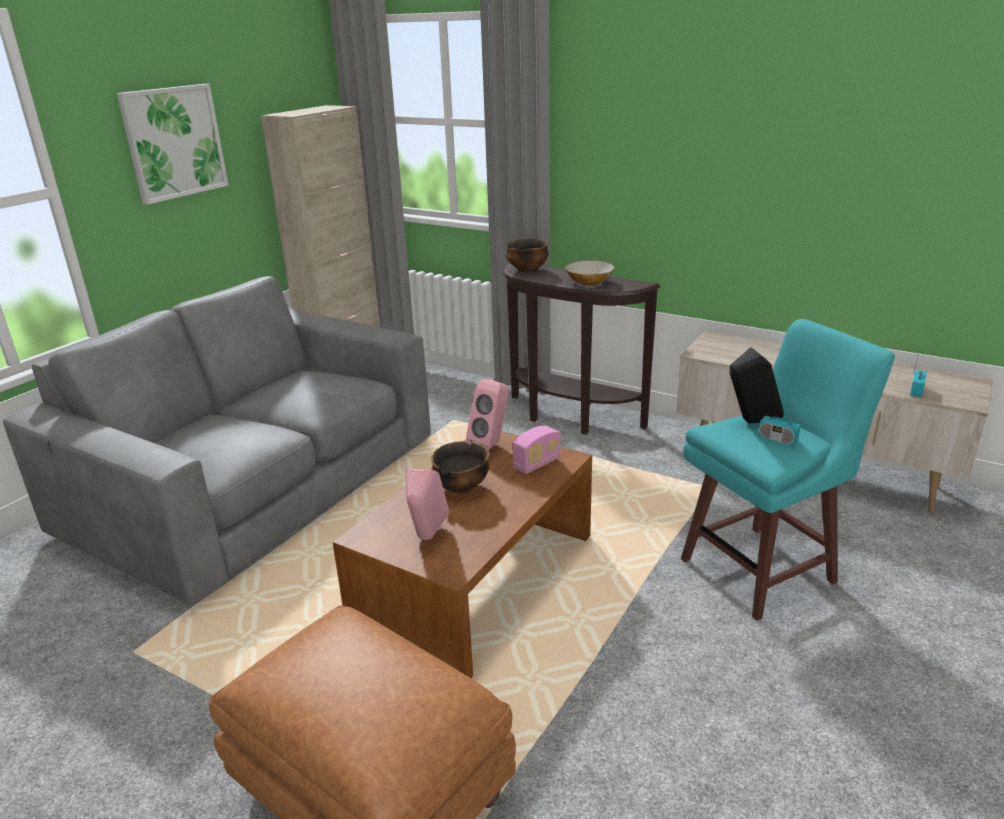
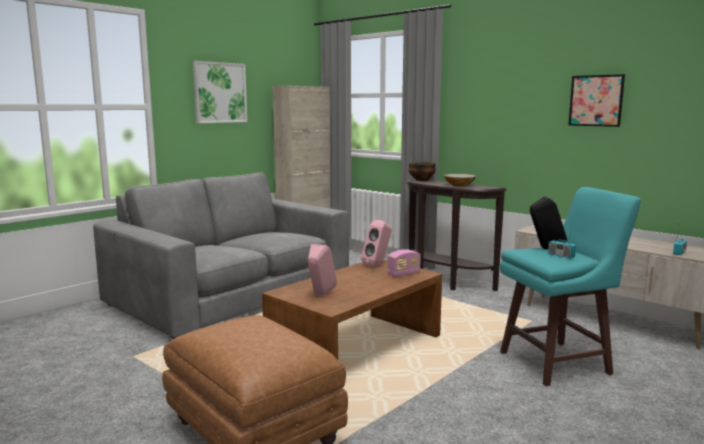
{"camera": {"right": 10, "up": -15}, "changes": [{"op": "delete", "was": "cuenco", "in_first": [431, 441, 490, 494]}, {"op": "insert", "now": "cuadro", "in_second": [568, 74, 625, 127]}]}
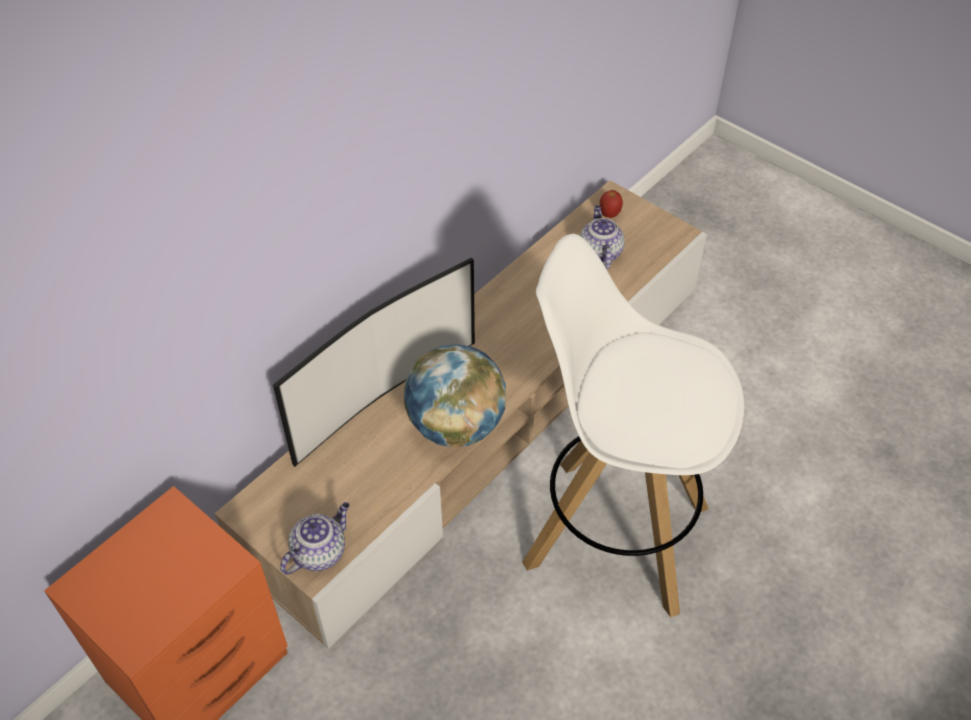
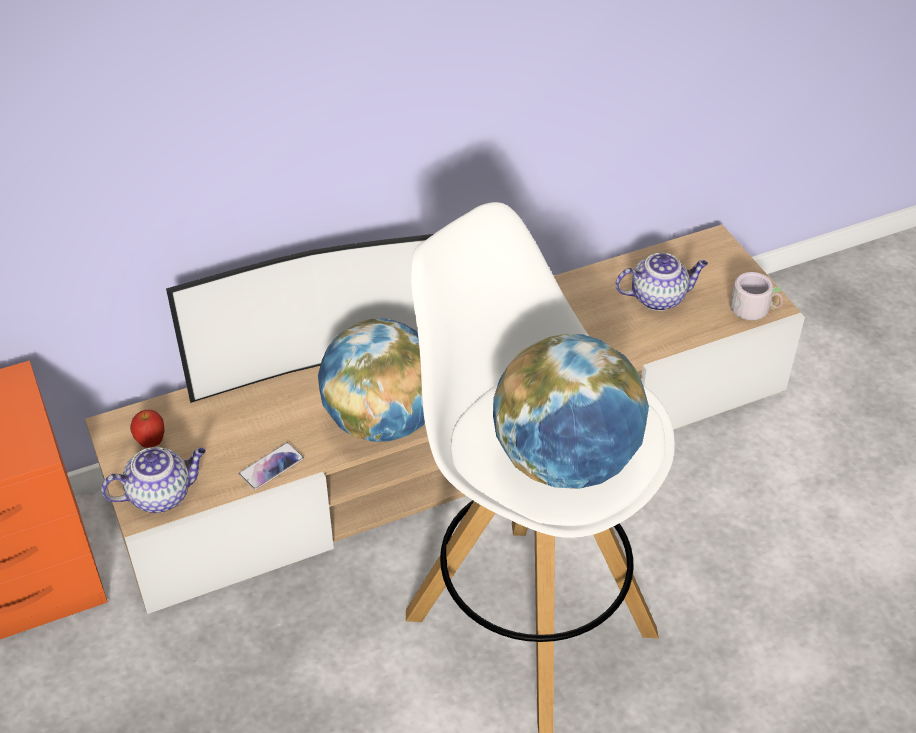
{"camera": {"right": 25, "up": -5}, "changes": [{"op": "insert", "now": "móvil", "in_second": [239, 442, 304, 490]}, {"op": "insert", "now": "globo terráqueo", "in_second": [493, 334, 649, 489]}, {"op": "insert", "now": "taza grande [gris]", "in_second": [730, 272, 783, 321]}, {"op": "move", "was": "manzana", "in_first": [600, 190, 623, 218], "in_second": [130, 410, 165, 448]}, {"op": "rotate", "was": "tetera", "in_first": [580, 205, 625, 269], "in_second": [615, 253, 708, 311], "clockwise": 60}]}
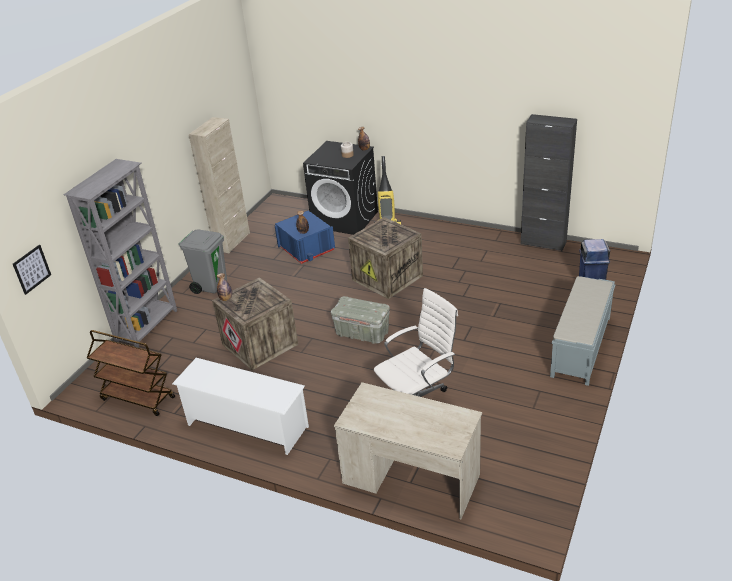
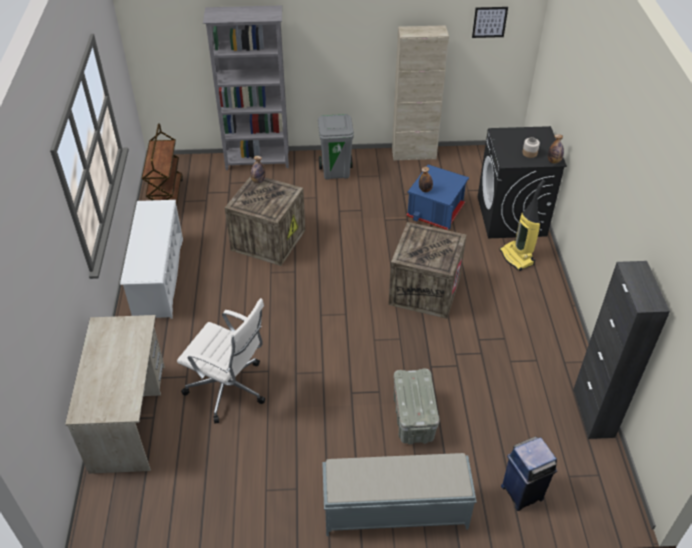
{"camera": {"right": 60, "up": 10}, "changes": [{"op": "move", "was": "cuadro", "in_first": [13, 245, 51, 295], "in_second": [472, 7, 508, 38]}, {"op": "move", "was": "caja de almacenaje [gris]", "in_first": [331, 296, 390, 344], "in_second": [394, 369, 440, 445]}]}
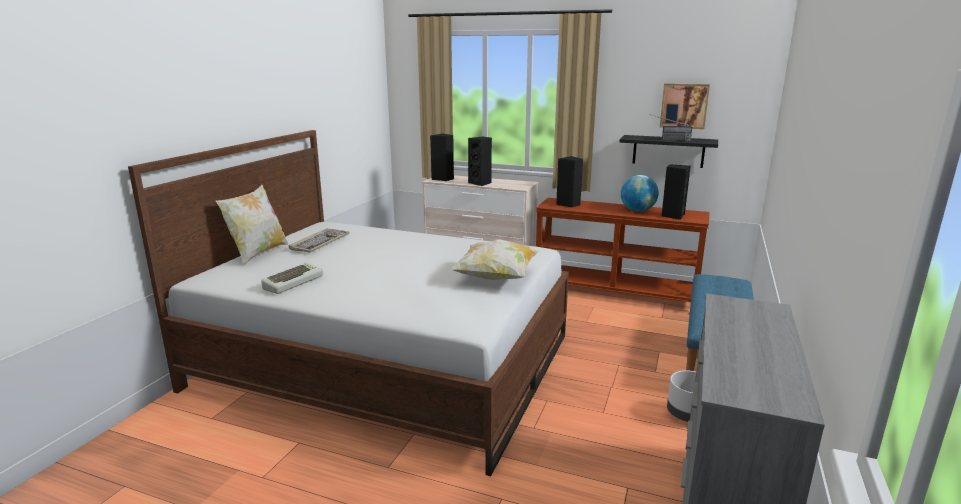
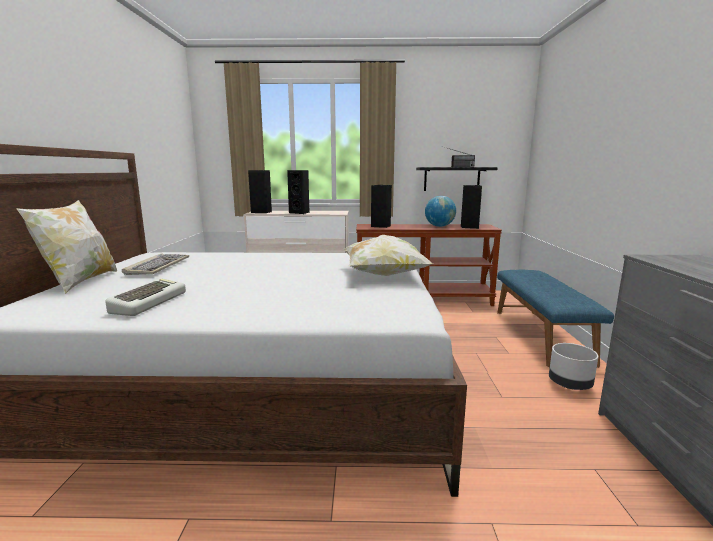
{"camera": {"right": -20, "up": -5}, "changes": [{"op": "delete", "was": "cuadro", "in_first": [660, 83, 710, 129]}]}
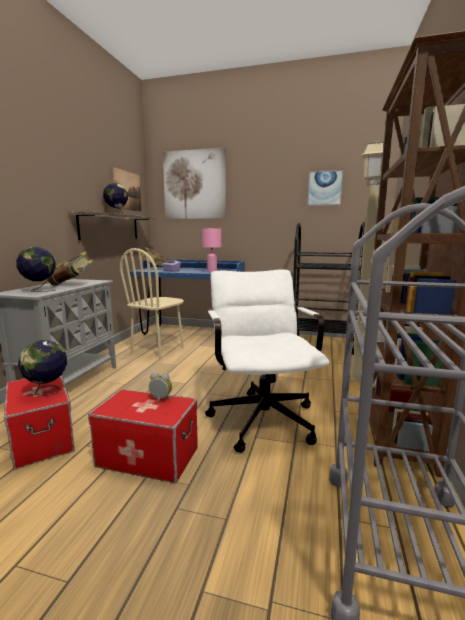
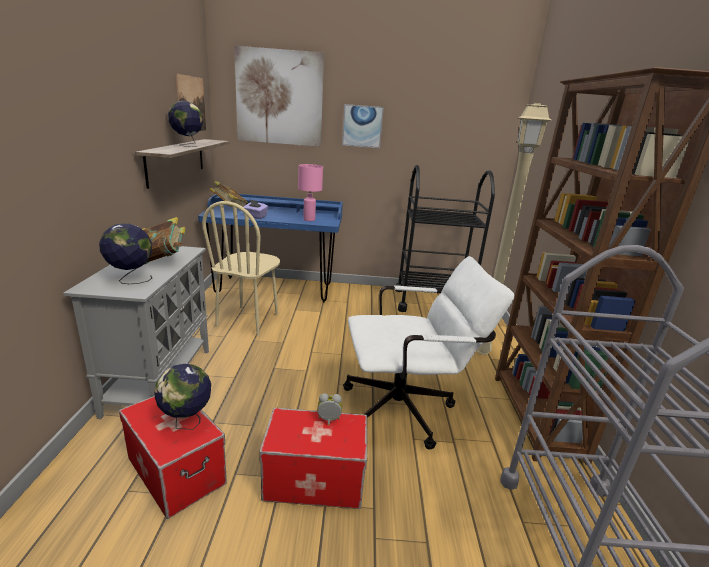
{"camera": {"right": -15, "up": 10}, "changes": [{"op": "move", "was": "cuadro", "in_first": [307, 170, 343, 206], "in_second": [342, 104, 384, 148]}, {"op": "rotate", "was": "silla de oficina [blanco]", "in_first": [205, 269, 330, 453], "in_second": [343, 256, 515, 449], "clockwise": 105}]}
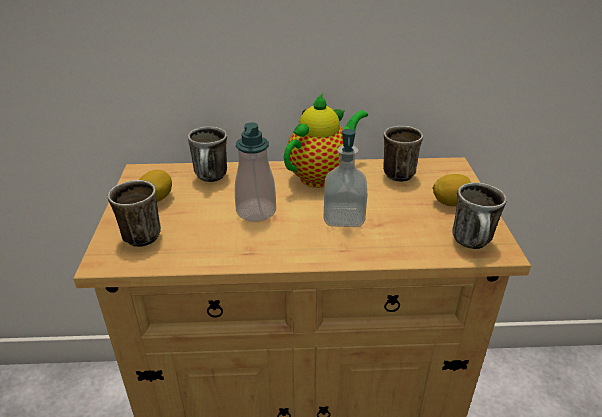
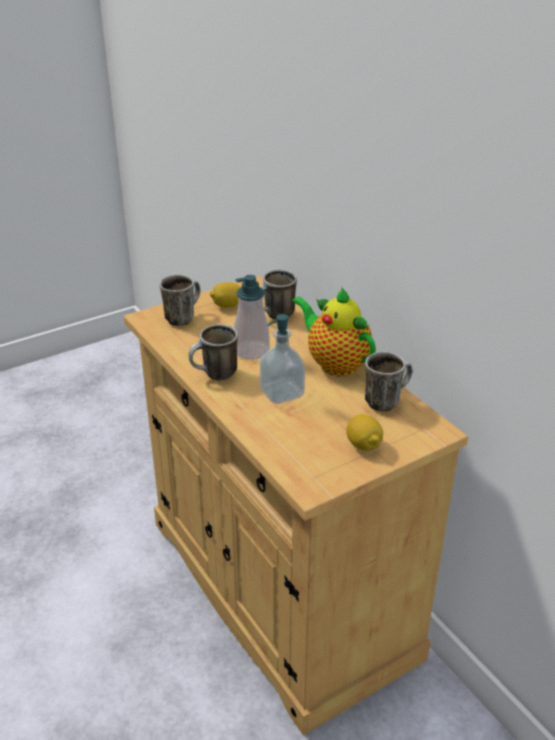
{"camera": {"right": 60, "up": 0}, "changes": [{"op": "move", "was": "taza grande", "in_first": [452, 182, 507, 249], "in_second": [189, 324, 238, 381]}, {"op": "rotate", "was": "tetera", "in_first": [284, 93, 368, 188], "in_second": [292, 286, 376, 377], "clockwise": -150}]}
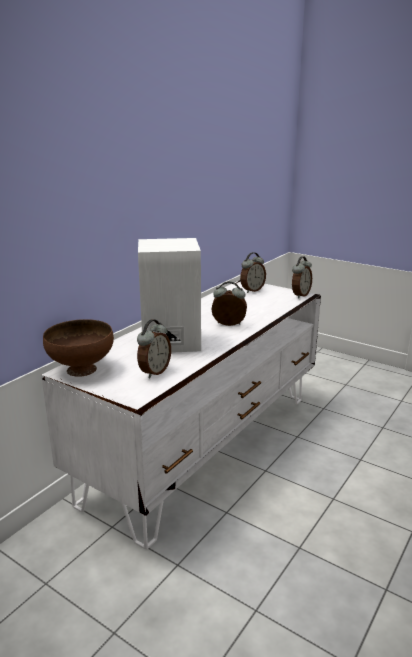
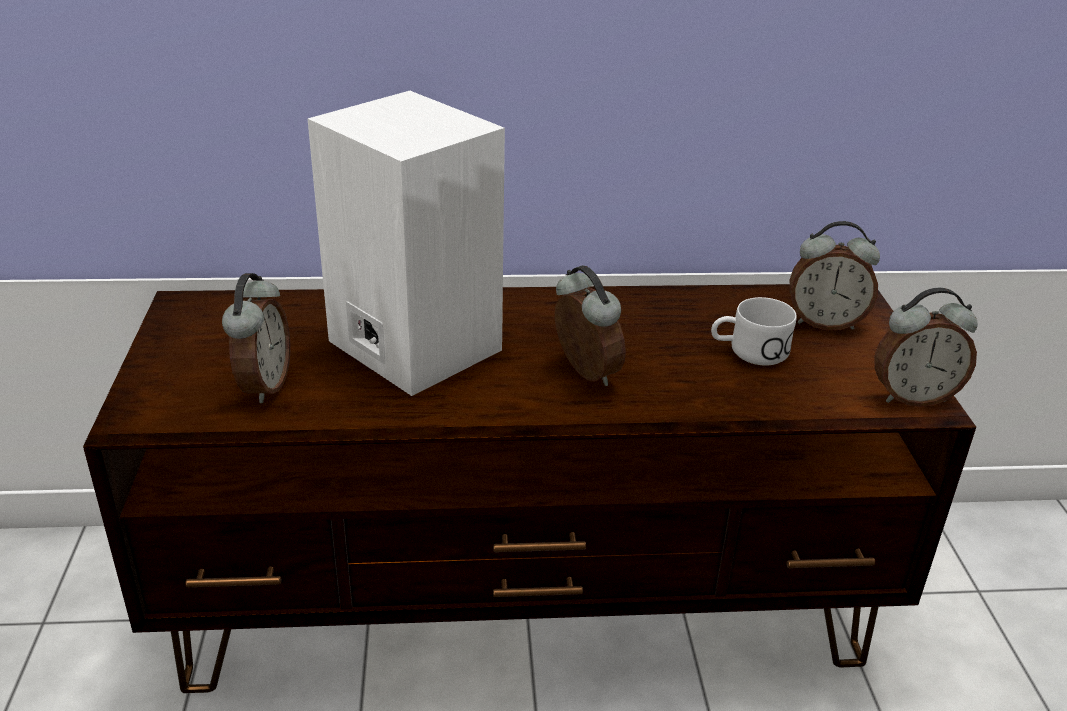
{"camera": {"right": 50, "up": 10}, "changes": [{"op": "delete", "was": "cuenco [marrón]", "in_first": [43, 319, 114, 377]}, {"op": "insert", "now": "taza grande [blanco]", "in_second": [711, 297, 797, 366]}, {"op": "recolor", "was": "mueble de televisión [blanco]", "now": "mueble de televisión [marrón]", "in_first": [41, 280, 321, 549], "in_second": [83, 284, 976, 693]}, {"op": "rotate", "was": "despertador", "in_first": [137, 319, 171, 378], "in_second": [222, 273, 291, 403], "clockwise": -75}]}
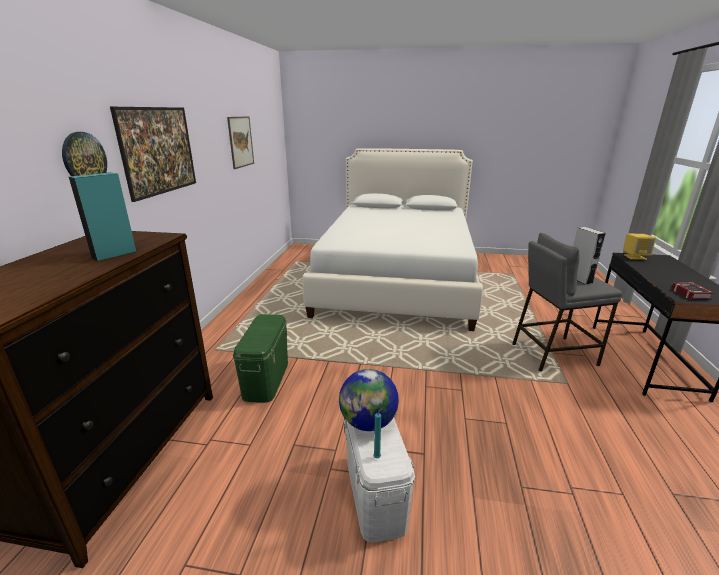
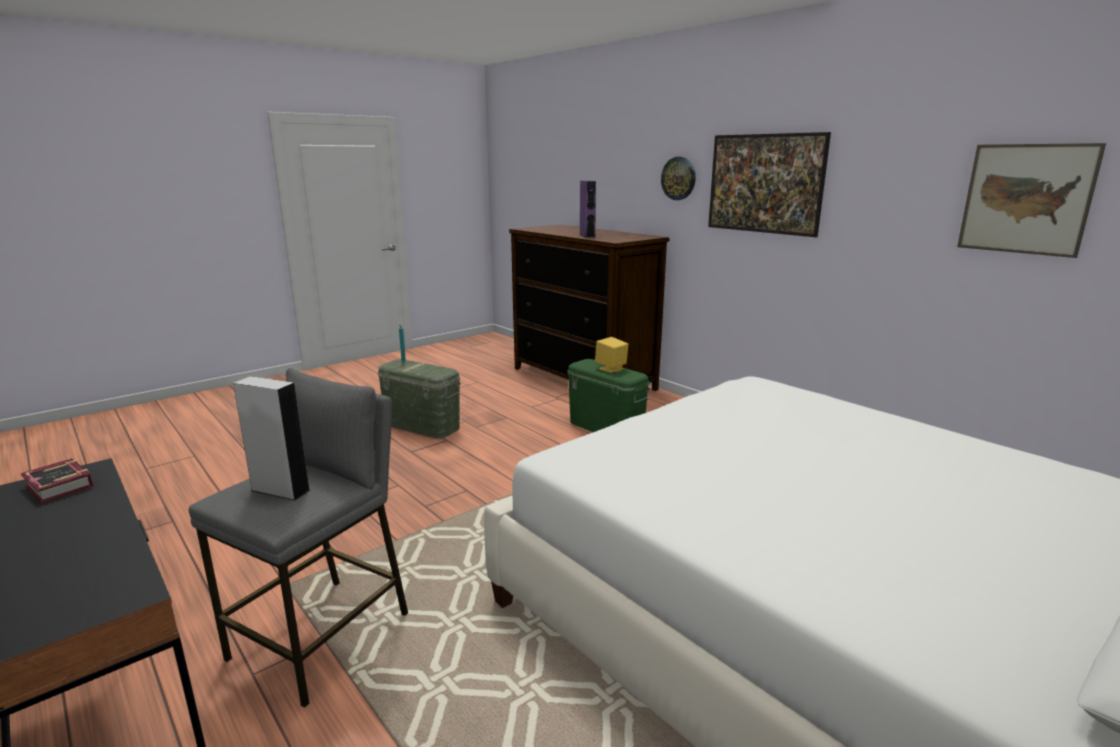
{"camera": {"right": 130, "up": -5}, "changes": [{"op": "delete", "was": "globo terráqueo", "in_first": [339, 369, 399, 431]}, {"op": "move", "was": "altavoz [amarillo]", "in_first": [623, 233, 656, 260], "in_second": [595, 337, 629, 373]}, {"op": "recolor", "was": "altavoz [turquesa]", "now": "altavoz [morado]", "in_first": [69, 172, 137, 262], "in_second": [580, 180, 596, 238]}, {"op": "recolor", "was": "caja de almacenaje [blanco]", "now": "caja de almacenaje [verde]", "in_first": [344, 418, 415, 542], "in_second": [378, 359, 461, 439]}]}
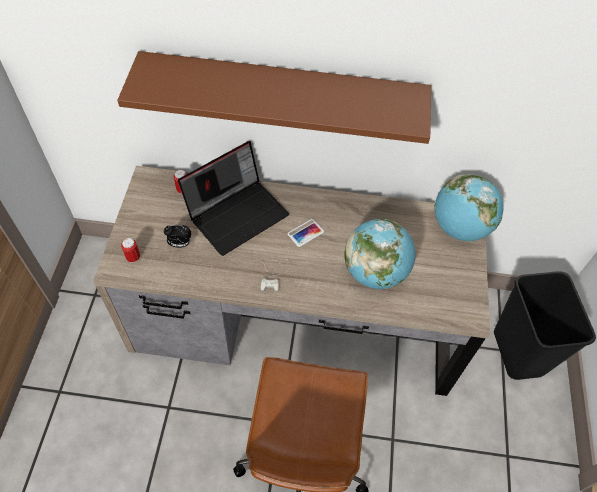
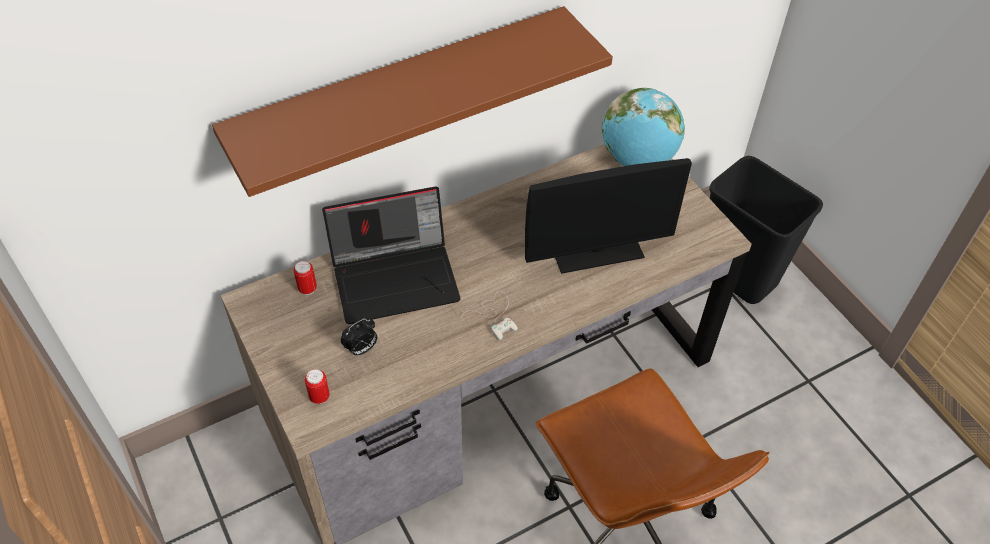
{"camera": {"right": -35, "up": -5}, "changes": [{"op": "delete", "was": "móvil", "in_first": [287, 219, 324, 247]}, {"op": "replace", "was": "globo terráqueo", "now": "monitor", "in_first": [344, 219, 416, 289], "in_second": [525, 158, 692, 274]}, {"op": "rotate", "was": "portátil", "in_first": [178, 141, 289, 256], "in_second": [322, 186, 461, 324], "clockwise": 60}]}
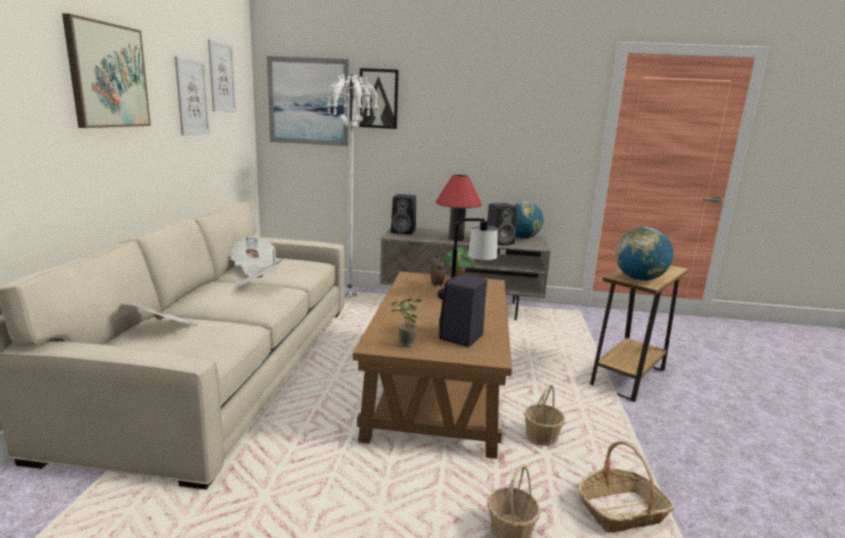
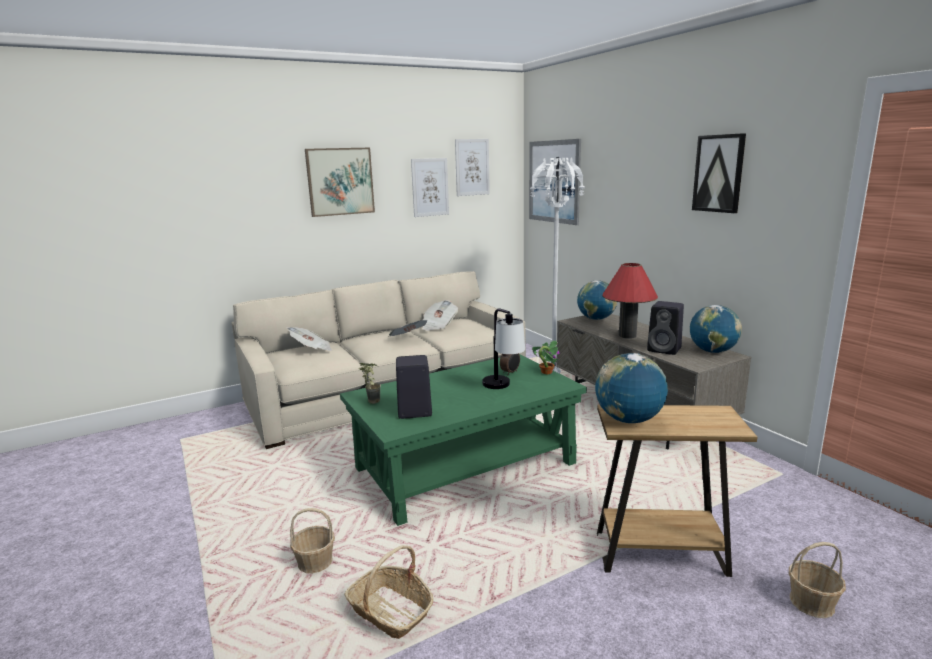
{"camera": {"right": 55, "up": 0}, "changes": [{"op": "move", "was": "cuadro", "in_first": [359, 68, 399, 129], "in_second": [692, 133, 746, 213]}, {"op": "move", "was": "cesta", "in_first": [524, 384, 565, 446], "in_second": [789, 542, 846, 618]}, {"op": "replace", "was": "altavoz [negro]", "now": "globo terráqueo", "in_first": [391, 194, 416, 235], "in_second": [577, 280, 617, 320]}, {"op": "recolor", "was": "mesa de centro [marrón]", "now": "mesa de centro [verde]", "in_first": [353, 272, 512, 459], "in_second": [340, 354, 587, 526]}]}
